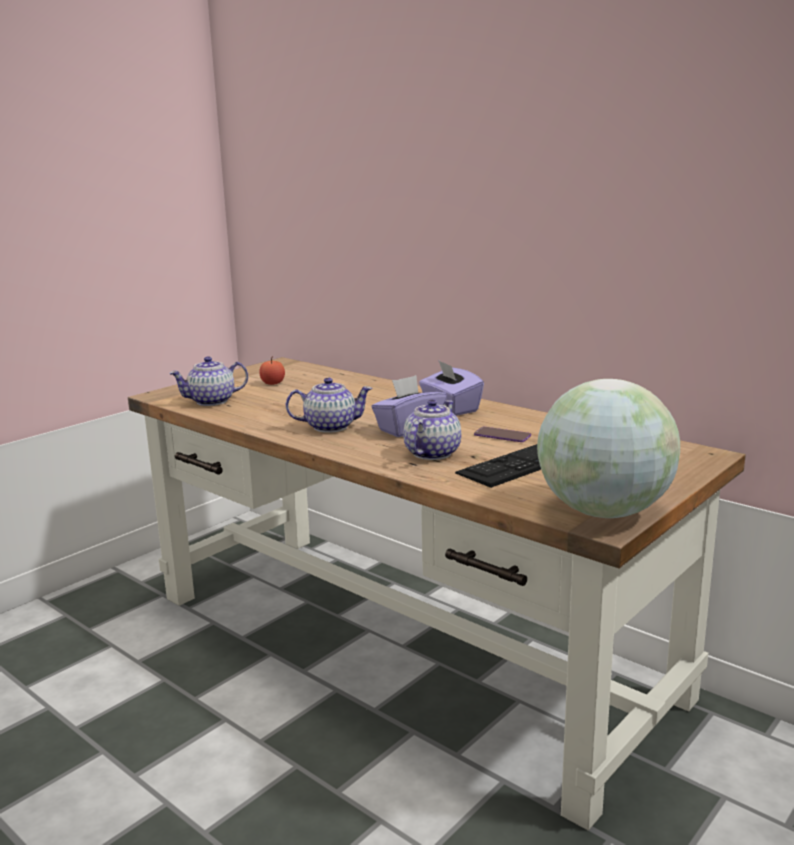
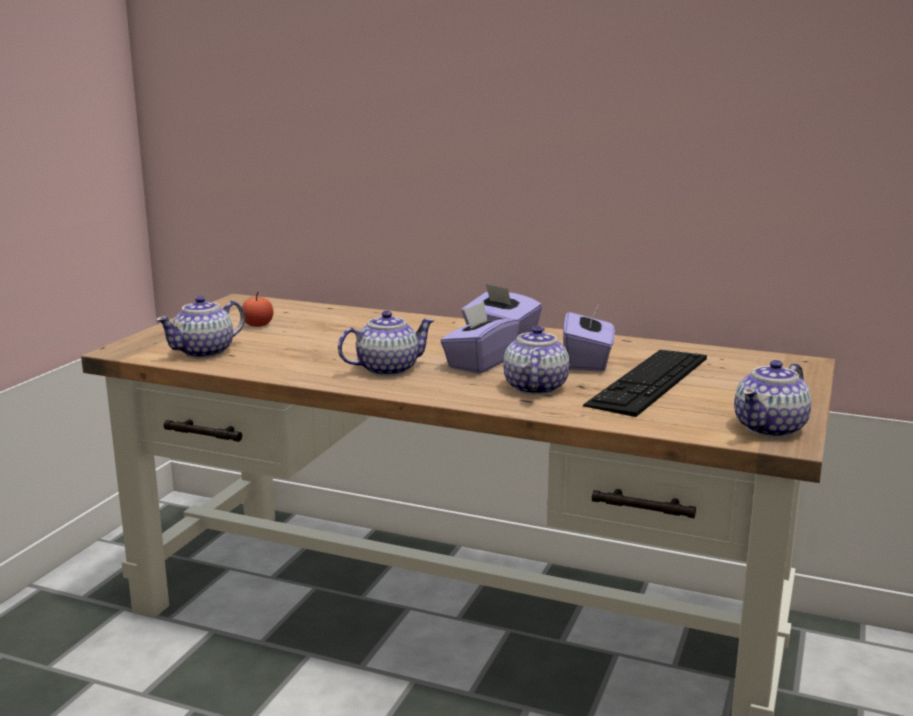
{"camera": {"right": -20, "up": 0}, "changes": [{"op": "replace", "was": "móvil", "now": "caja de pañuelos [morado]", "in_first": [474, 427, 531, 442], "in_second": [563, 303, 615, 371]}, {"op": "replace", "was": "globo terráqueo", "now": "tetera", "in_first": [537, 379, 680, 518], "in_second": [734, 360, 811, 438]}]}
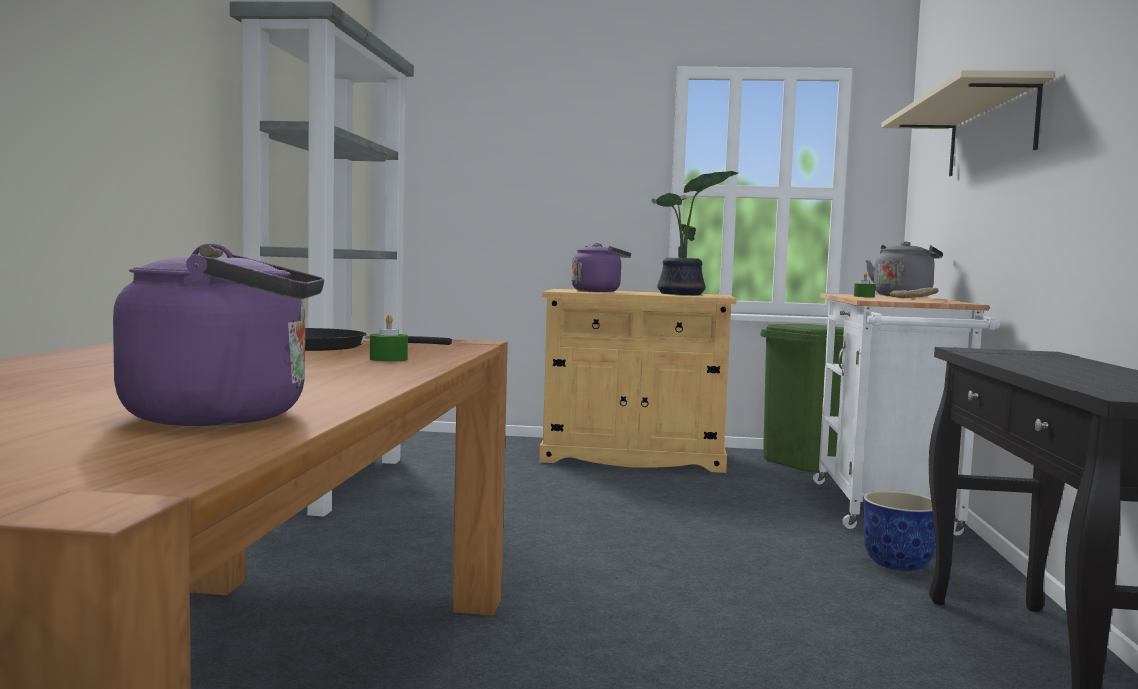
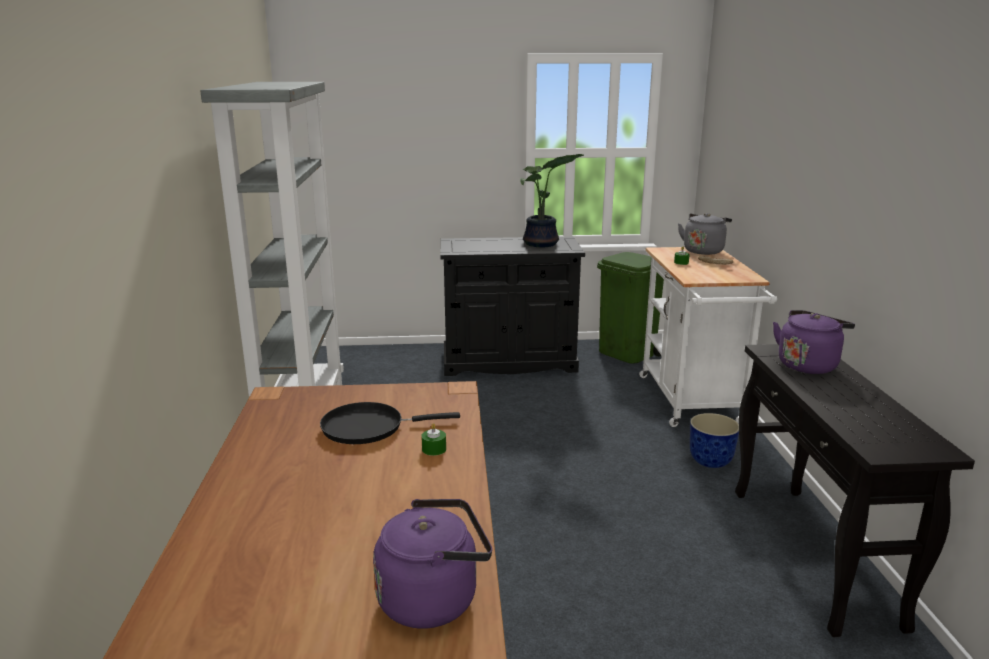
{"camera": {"right": -10, "up": 15}, "changes": [{"op": "delete", "was": "estante [beis]", "in_first": [881, 70, 1055, 176]}, {"op": "move", "was": "hervidor [morado]", "in_first": [571, 243, 631, 292], "in_second": [773, 310, 855, 374]}, {"op": "recolor", "was": "armario [beis]", "now": "armario [negro]", "in_first": [539, 289, 736, 473], "in_second": [440, 237, 585, 376]}]}
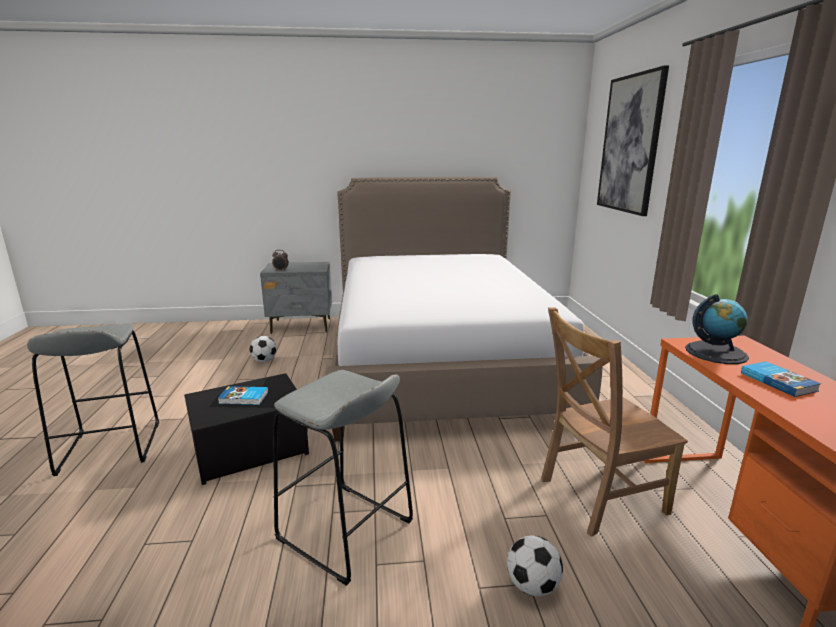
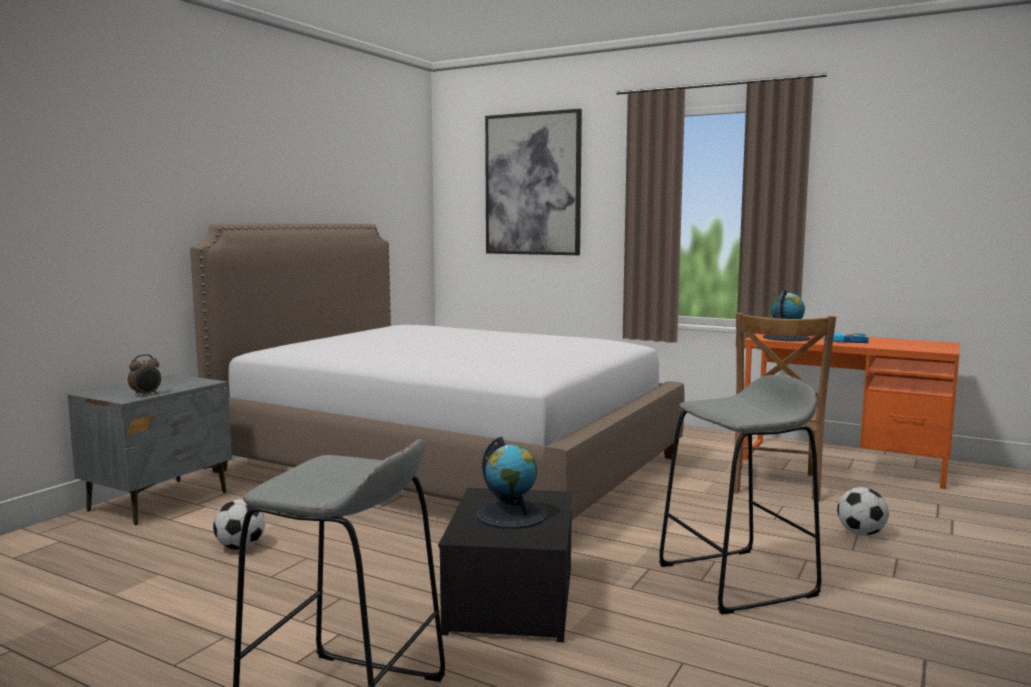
{"camera": {"right": -55, "up": -10}, "changes": [{"op": "replace", "was": "libro", "now": "globo terráqueo", "in_first": [218, 386, 268, 405], "in_second": [476, 437, 547, 529]}]}
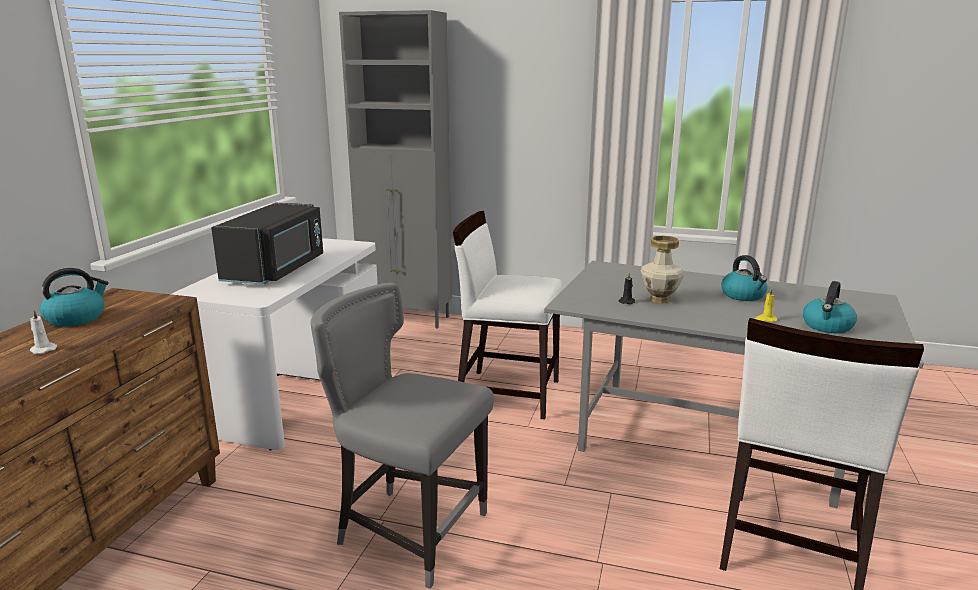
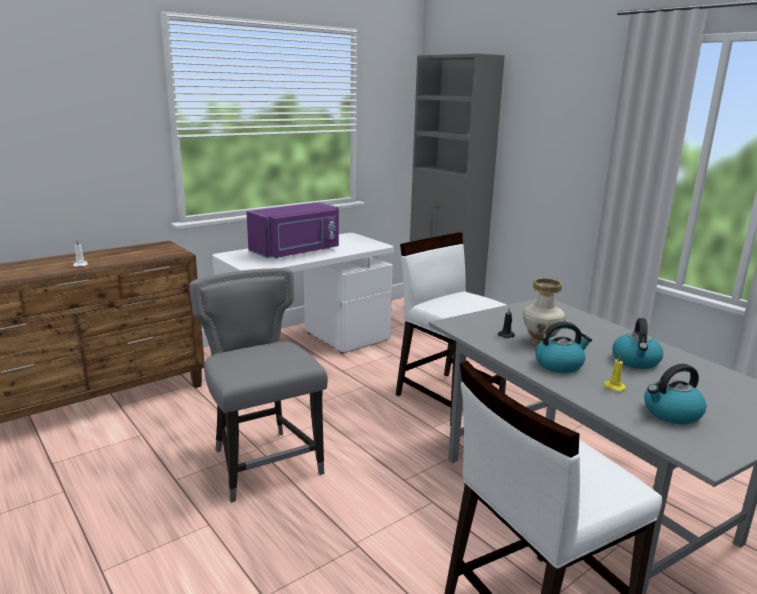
{"camera": {"right": 35, "up": 0}, "changes": [{"op": "move", "was": "hervidor", "in_first": [40, 268, 109, 327], "in_second": [535, 322, 592, 373]}, {"op": "recolor", "was": "microondas [negro]", "now": "microondas [morado]", "in_first": [211, 203, 323, 285], "in_second": [247, 202, 339, 259]}]}
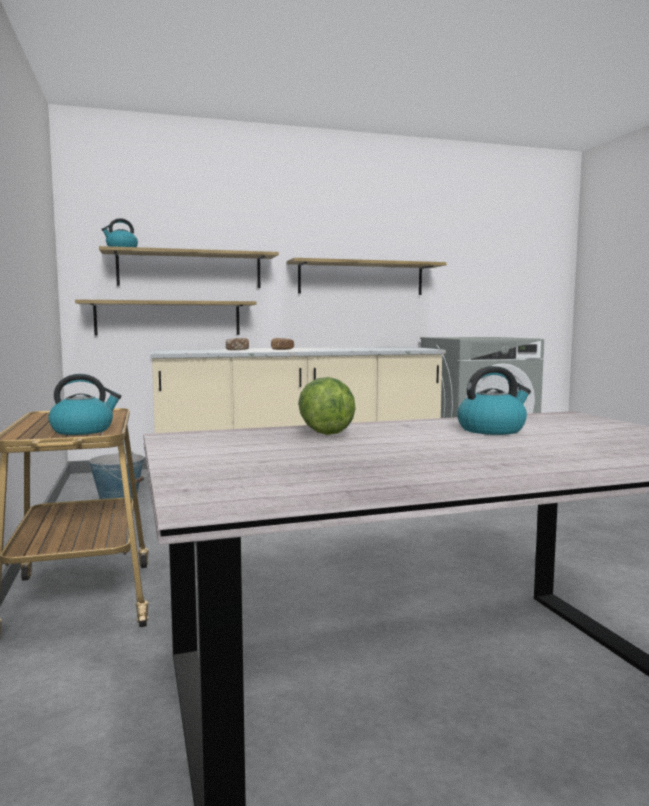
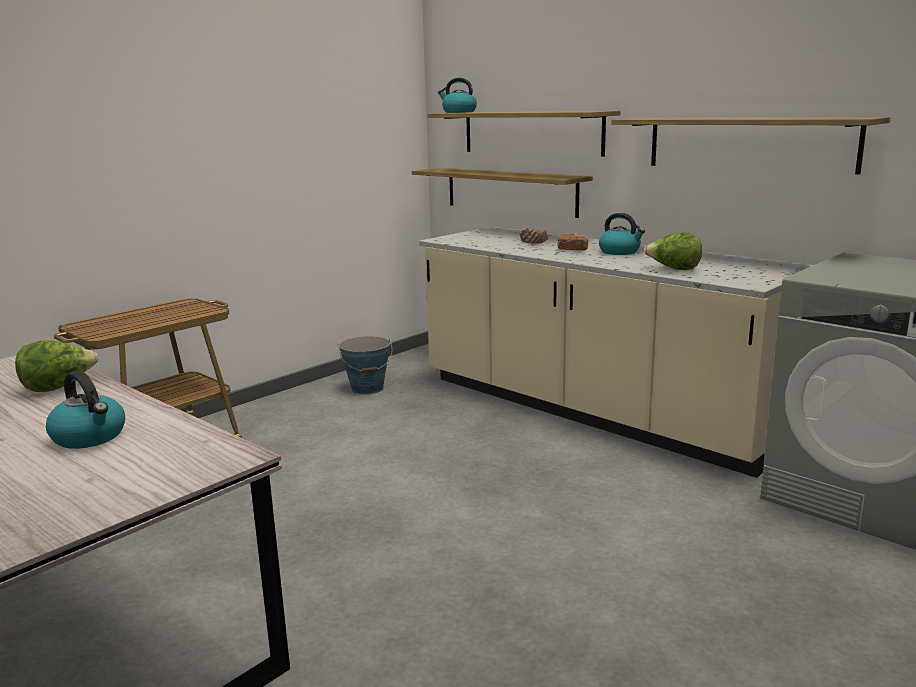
{"camera": {"right": 60, "up": 10}, "changes": [{"op": "insert", "now": "lechuga", "in_second": [644, 232, 702, 270]}, {"op": "move", "was": "hervidor", "in_first": [48, 374, 121, 435], "in_second": [599, 213, 645, 255]}]}
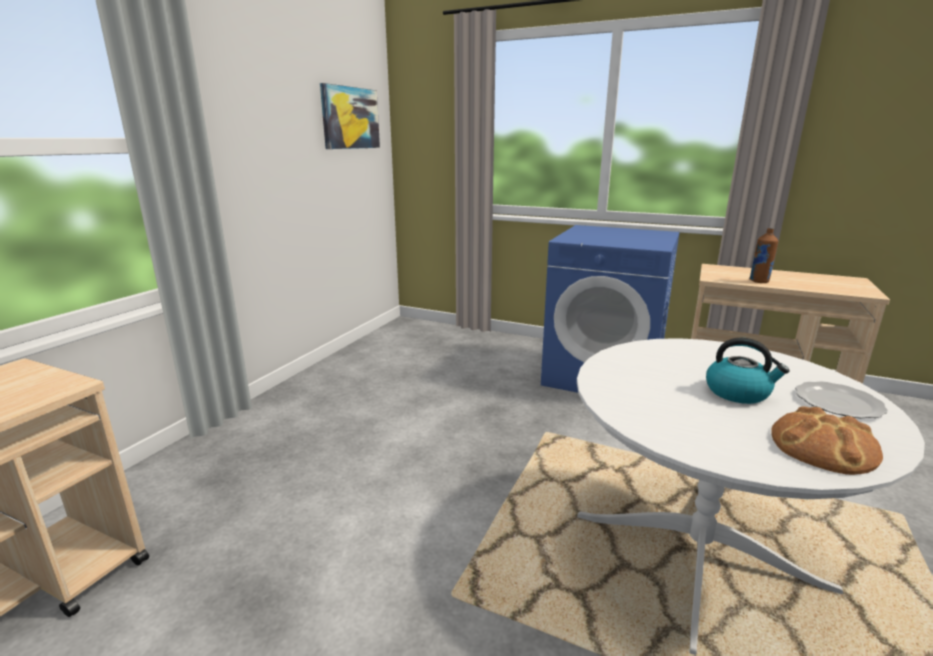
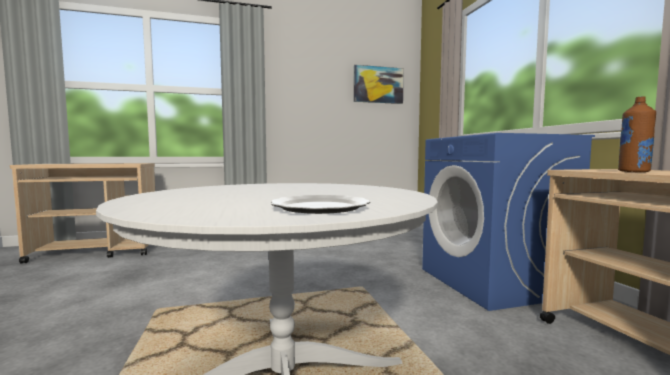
{"camera": {"right": 50, "up": -15}, "changes": [{"op": "delete", "was": "hervidor", "in_first": [706, 338, 790, 404]}, {"op": "delete", "was": "pan", "in_first": [772, 406, 883, 475]}]}
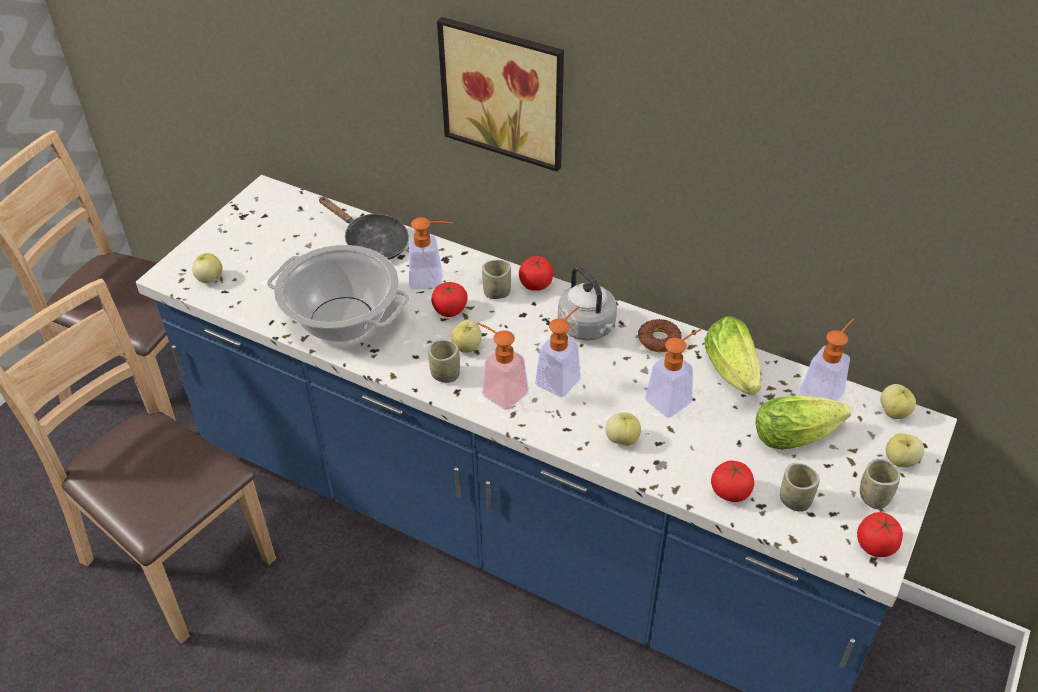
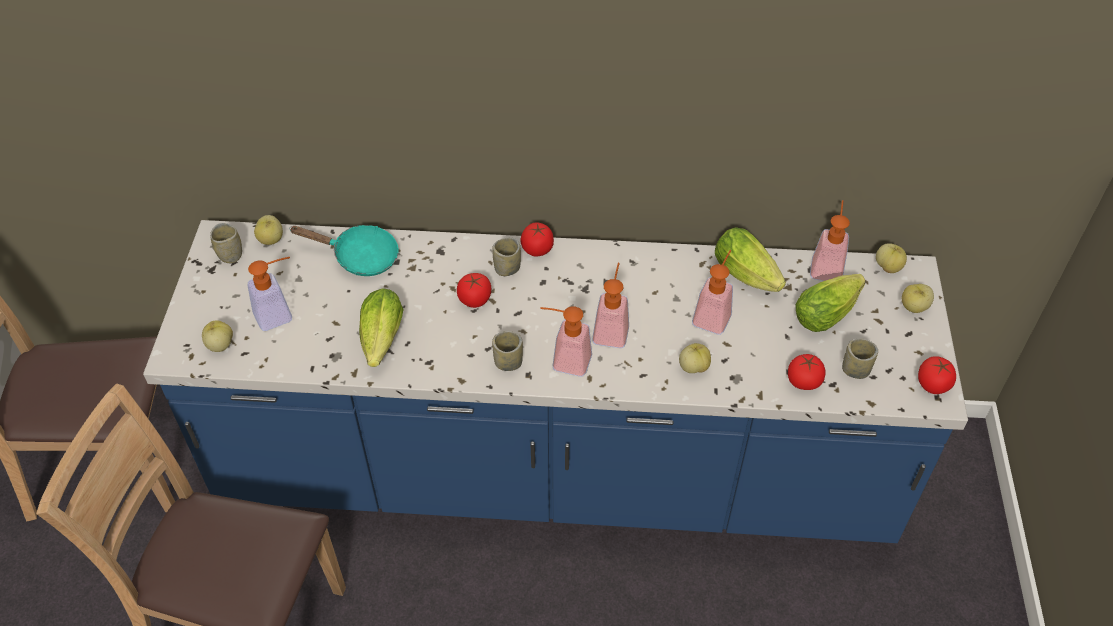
{"camera": {"right": -25, "up": 5}, "changes": [{"op": "delete", "was": "cuadro", "in_first": [437, 17, 564, 172]}, {"op": "delete", "was": "hervidor [gris]", "in_first": [558, 266, 617, 340]}, {"op": "delete", "was": "rosquilla", "in_first": [638, 319, 682, 352]}, {"op": "move", "was": "dispensador de jabón", "in_first": [409, 217, 453, 289], "in_second": [247, 257, 292, 331]}, {"op": "move", "was": "manzana", "in_first": [451, 320, 482, 353], "in_second": [254, 215, 283, 245]}, {"op": "move", "was": "taza", "in_first": [860, 458, 900, 509], "in_second": [210, 223, 242, 263]}, {"op": "replace", "was": "olla", "now": "lechuga", "in_first": [267, 245, 409, 342], "in_second": [359, 288, 403, 367]}, {"op": "recolor", "was": "sartén [negro]", "now": "sartén [turquesa]", "in_first": [319, 197, 409, 260], "in_second": [289, 225, 399, 276]}]}
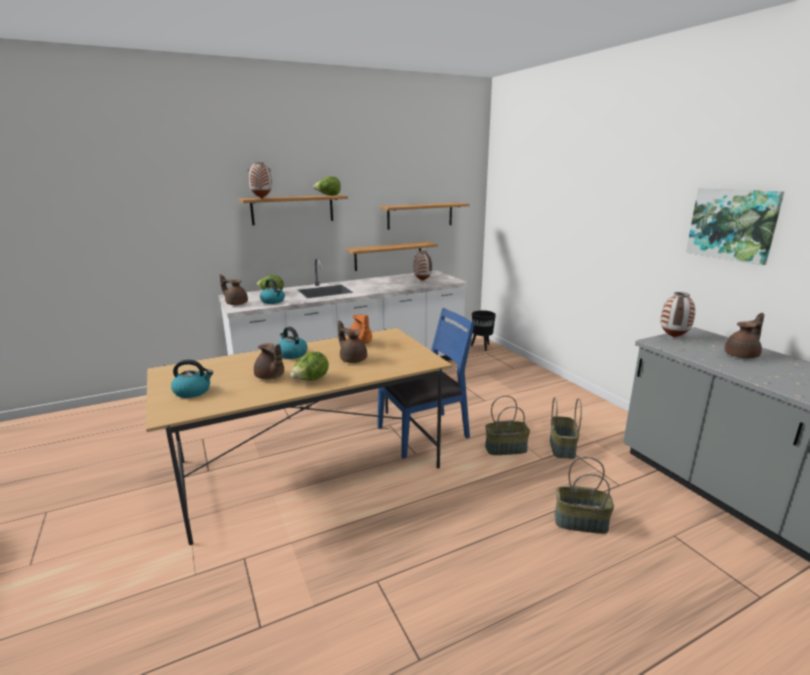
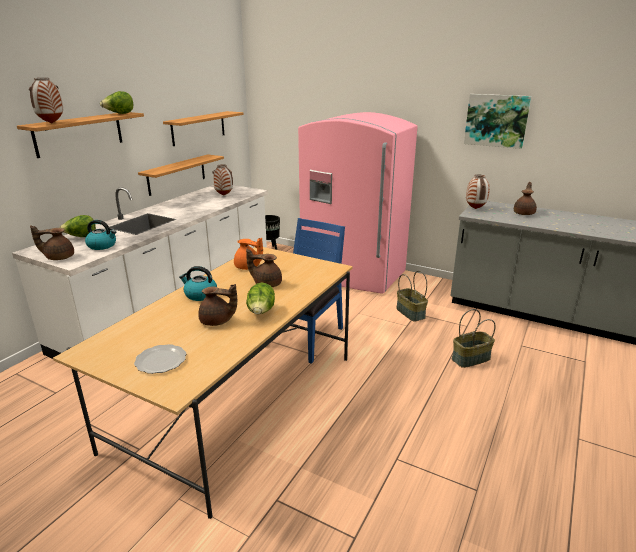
{"camera": {"right": -35, "up": 5}, "changes": [{"op": "delete", "was": "cesta", "in_first": [485, 396, 530, 455]}, {"op": "insert", "now": "nevera [rosa]", "in_second": [298, 112, 418, 294]}, {"op": "replace", "was": "hervidor", "now": "plato", "in_first": [171, 359, 213, 398], "in_second": [134, 344, 186, 374]}]}
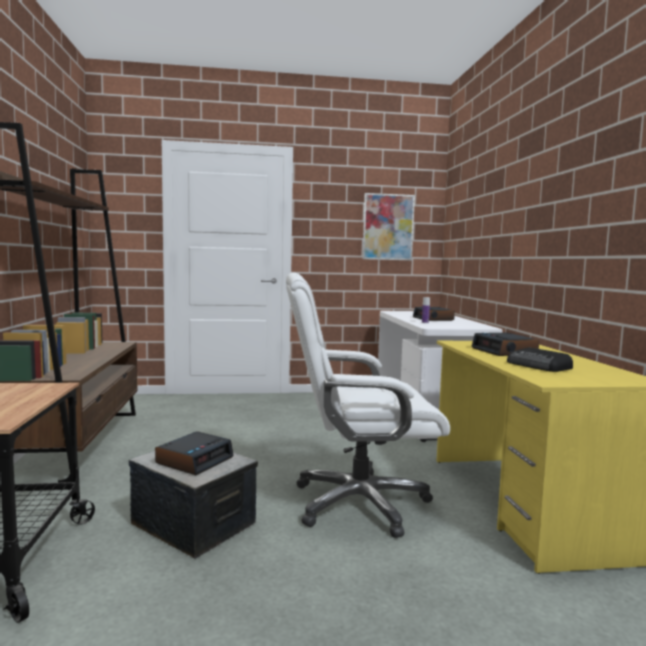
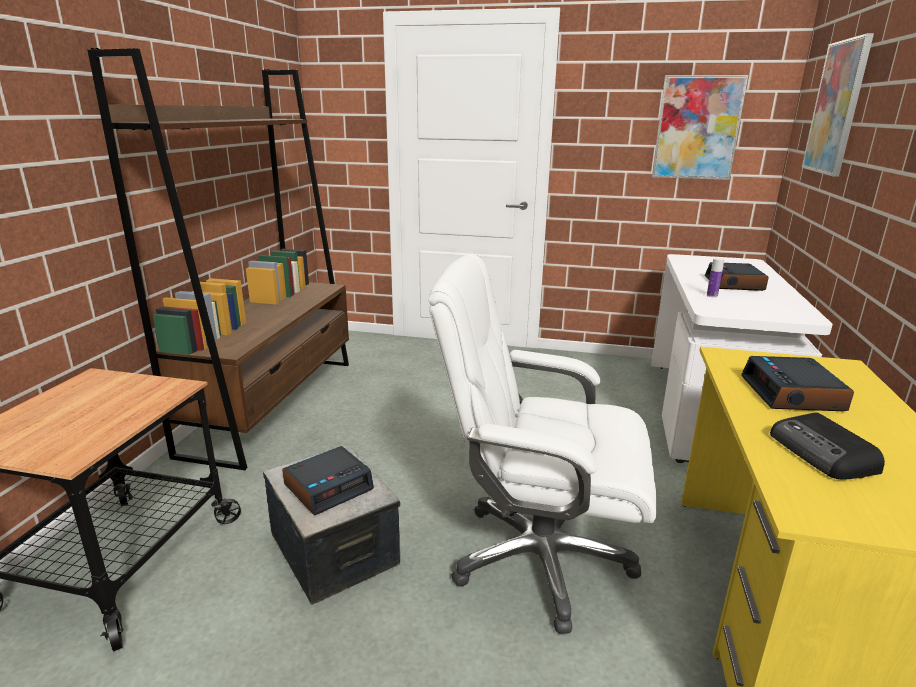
{"camera": {"right": 20, "up": 15}, "changes": [{"op": "insert", "now": "cuadro", "in_second": [802, 33, 874, 177]}]}
